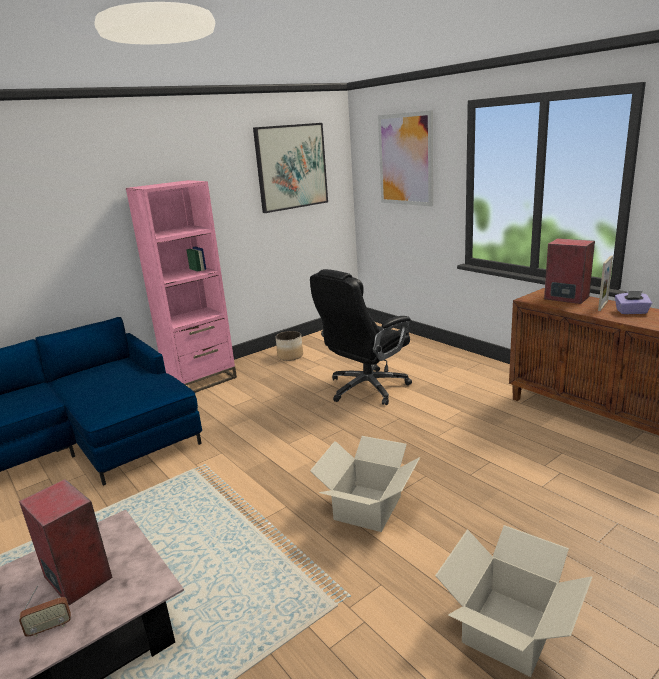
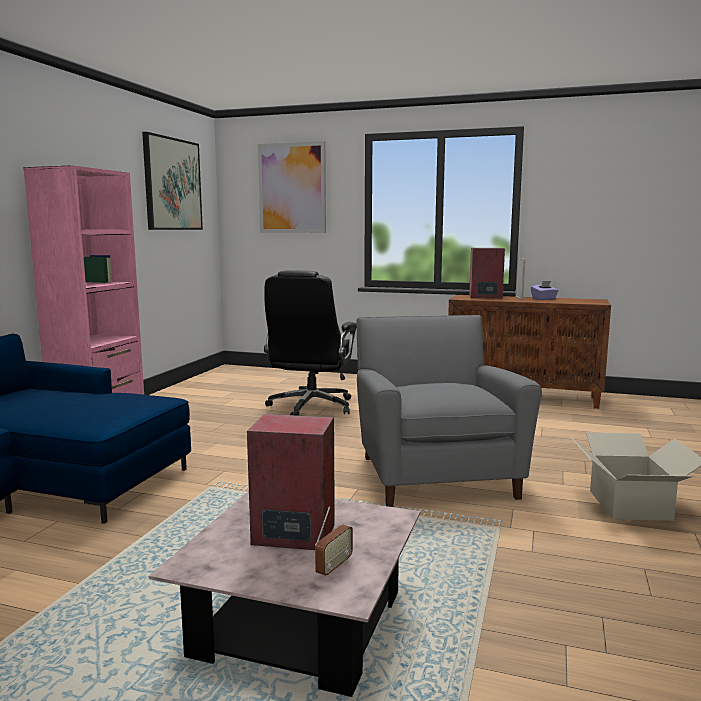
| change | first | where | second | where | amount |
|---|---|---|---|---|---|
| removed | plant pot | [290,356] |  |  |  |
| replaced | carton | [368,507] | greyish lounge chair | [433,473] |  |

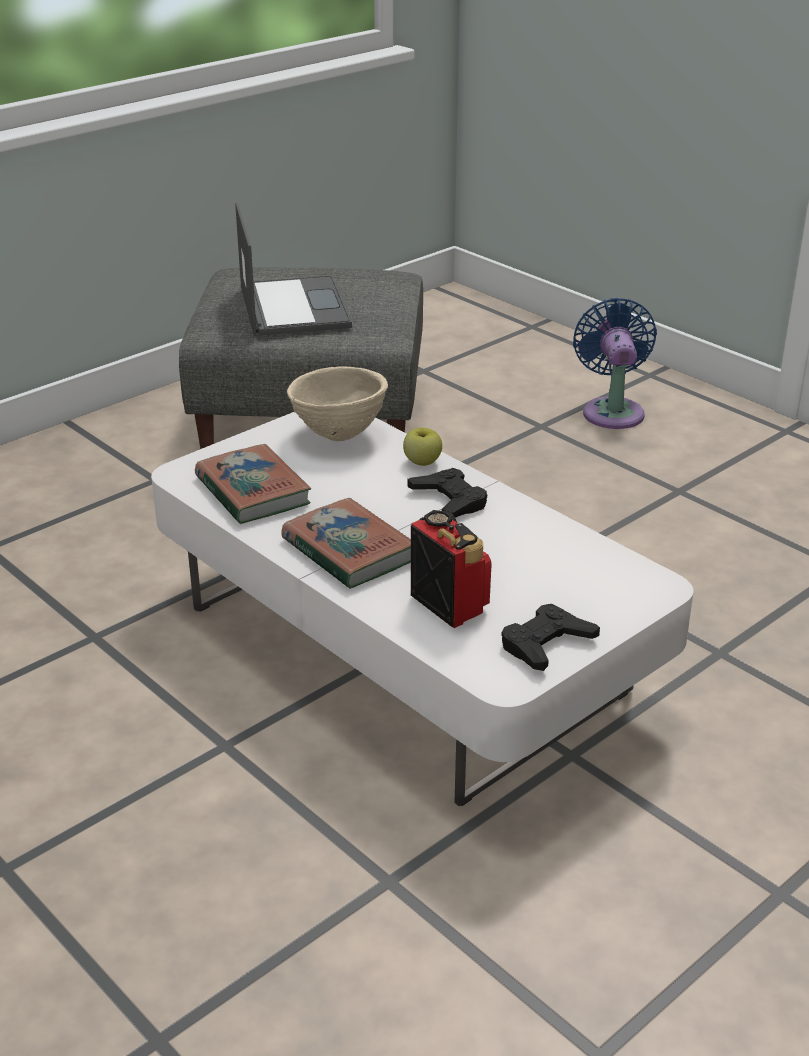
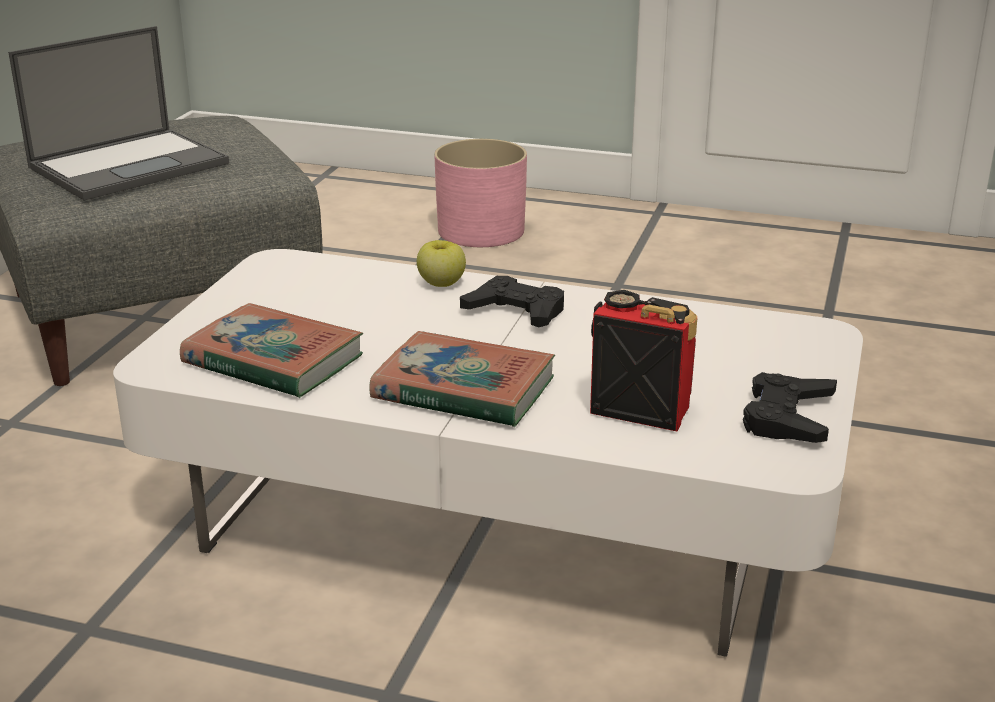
| change | first | where | second | where | amount |
|---|---|---|---|---|---|
| removed | sand-coloured serving bowl | [338,435] |  |  |  |
| replaced | blue cooling fan | [612,411] | pinkish plant pot | [481,231] |  |
| turned | notebook computer | [293,306] |  | [130,165] | 90 degrees clockwise |

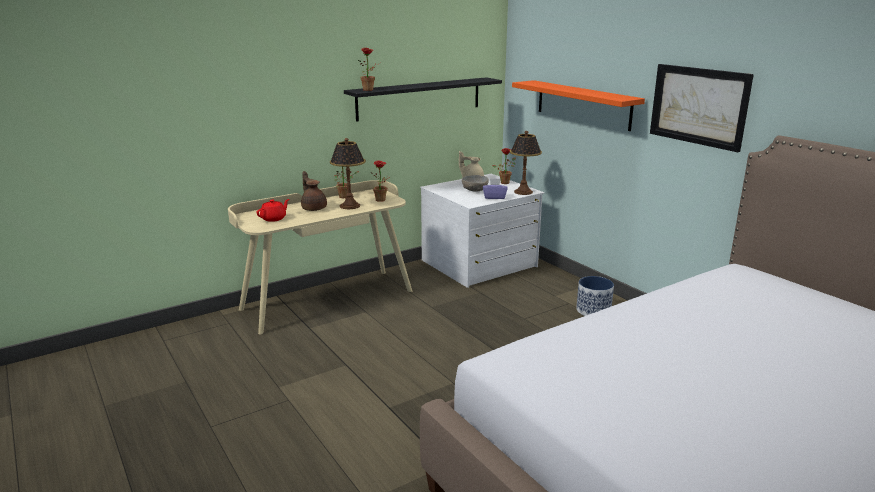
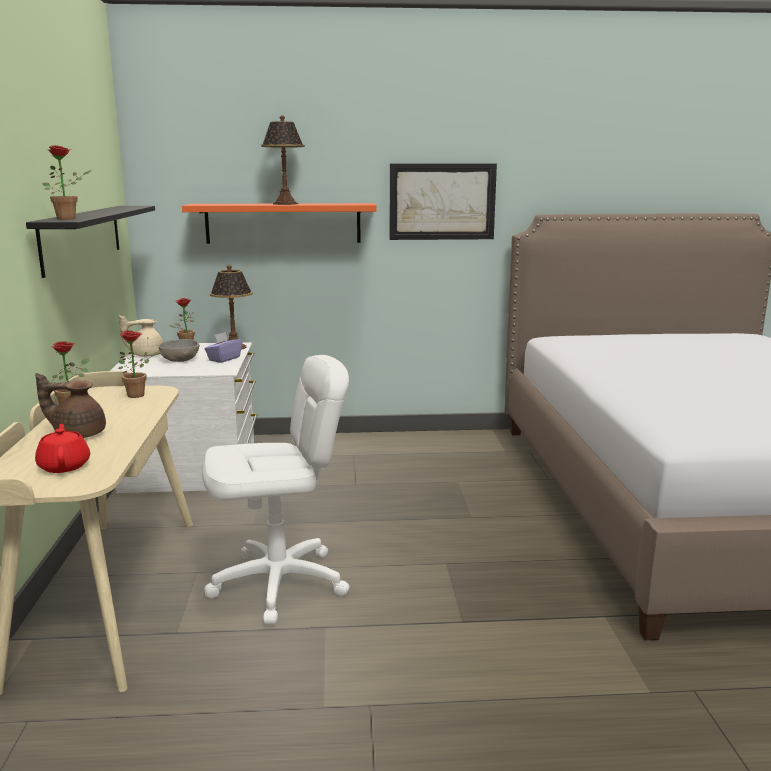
| change | first | where | second | where | amount |
|---|---|---|---|---|---|
| removed | plant pot | [593,311] |  |  |  |
| added |  |  | white-coloured office chair | [279,583] |  |
| moved | tabletop lamp | [349,206] |  | [285,204] |  |

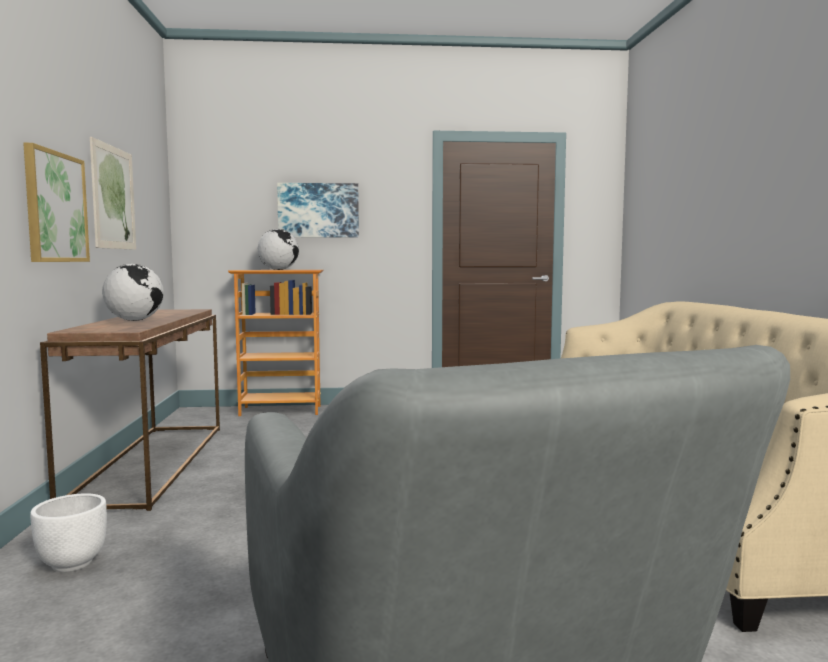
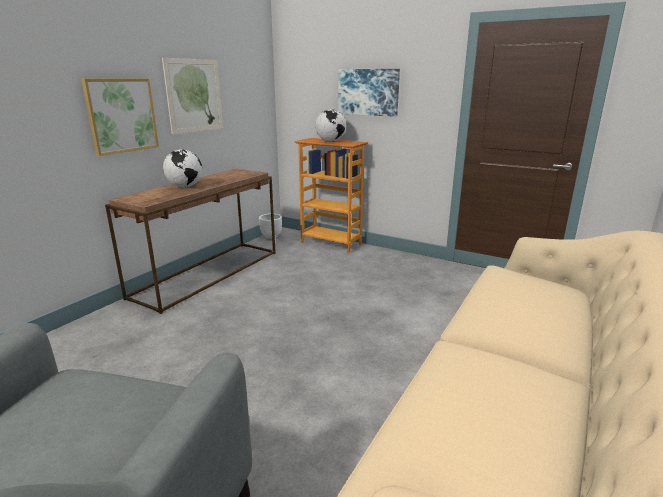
| change | first | where | second | where | amount |
|---|---|---|---|---|---|
| moved | white-coloured plant pot | [71,564] |  | [271,236] |  |

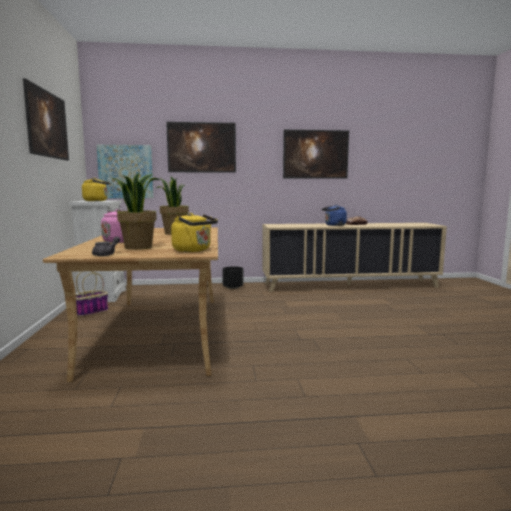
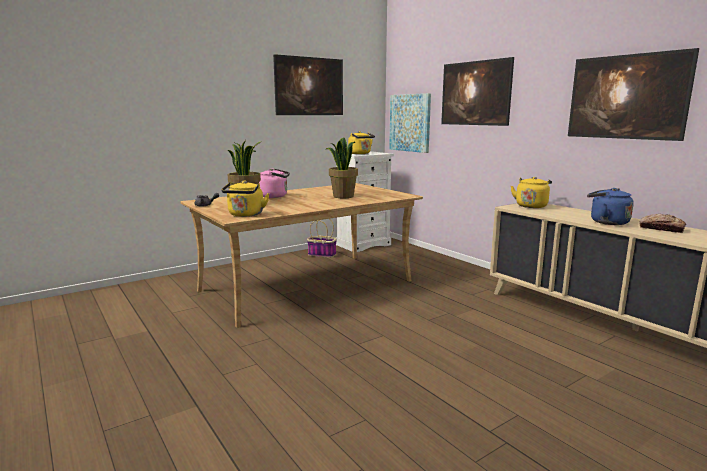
| change | first | where | second | where | amount |
|---|---|---|---|---|---|
| removed | black-coloured plant pot | [233,287] |  |  |  |
| added |  |  | yellowish kettle | [531,206] |  |

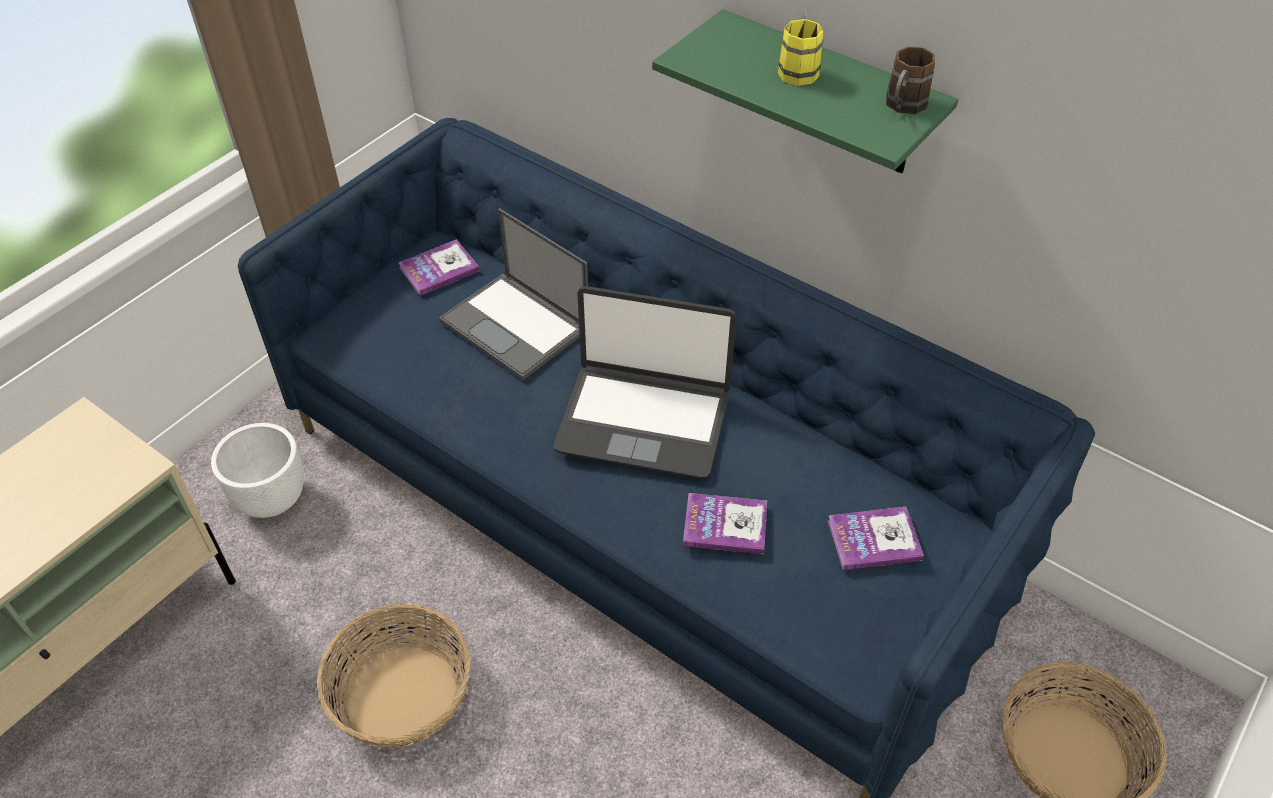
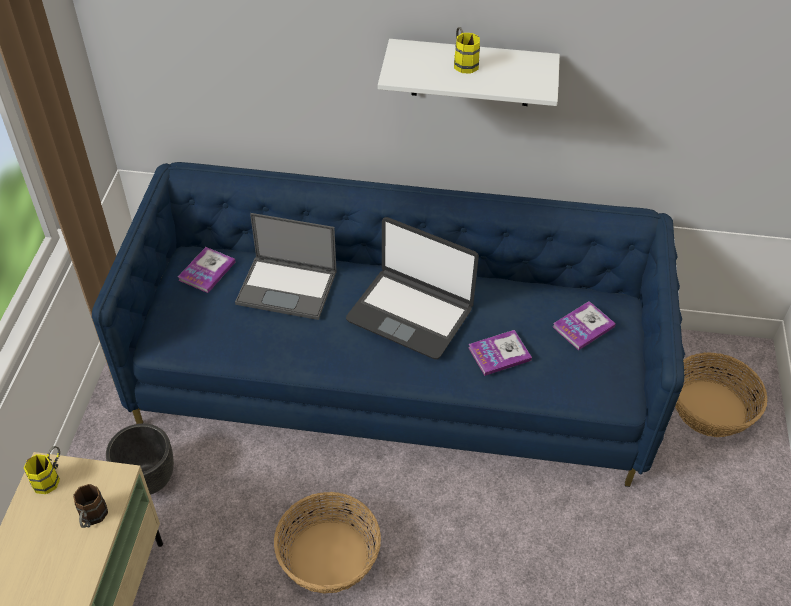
| change | first | where | second | where | amount |
|---|---|---|---|---|---|
| added |  |  | yellowish mug | [50,477] |  |
| moved | brown-coloured mug | [902,107] |  | [92,519] |  |
| recoloured | white-coloured plant pot | [272,499] | black-coloured plant pot | [148,479] |  |
| recoloured | green-coloured bracket shelf | [828,96] | white-coloured bracket shelf | [471,73] |  |
| turned | notebook computer | [643,420] |  | [410,313] | 45 degrees clockwise |

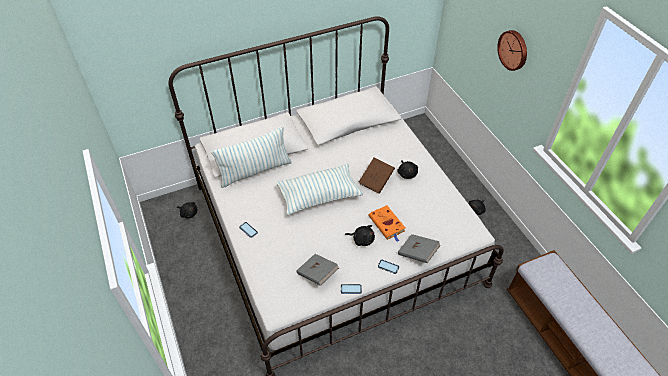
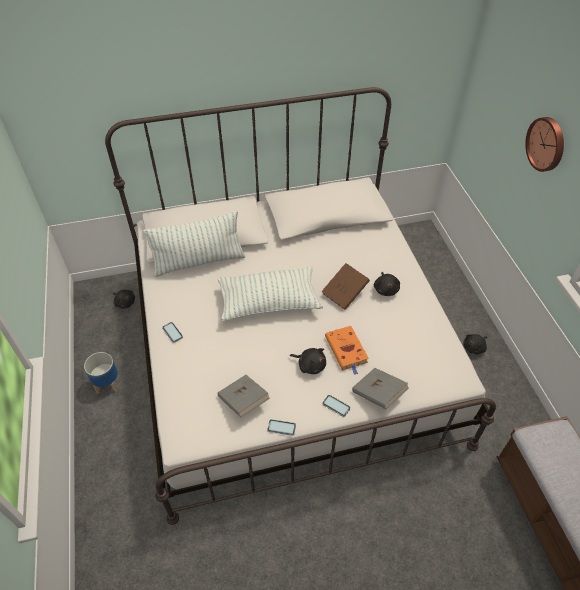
| change | first | where | second | where | amount |
|---|---|---|---|---|---|
| added |  |  | plant pot | [107,383] |  |

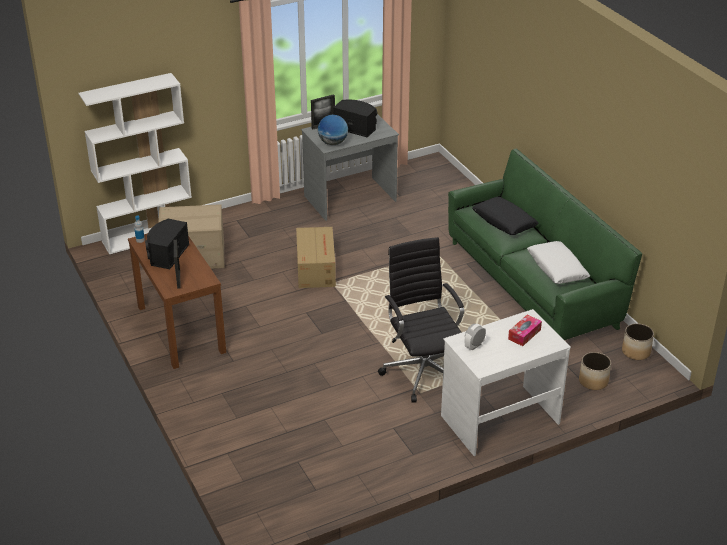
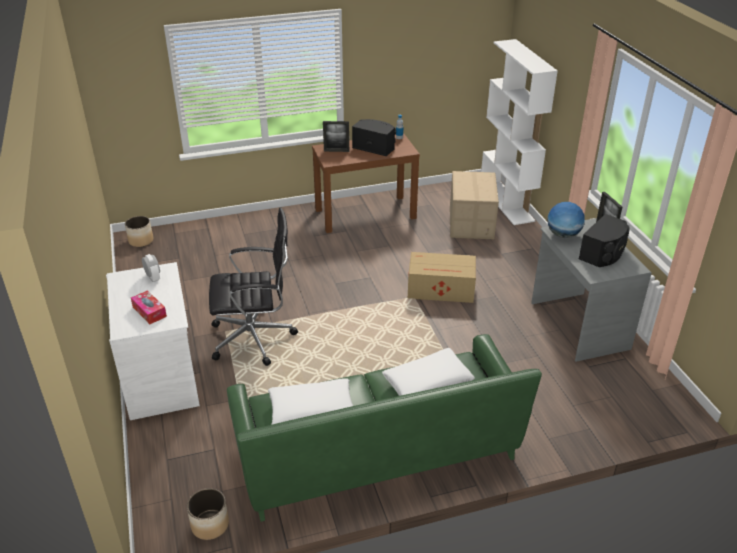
| change | first | where | second | where | amount |
|---|---|---|---|---|---|
| moved | plant pot | [593,381] |  | [141,241] |  |
| recoloured | black-coloured cushion | [504,222] | white-coloured cushion | [427,382] |  |

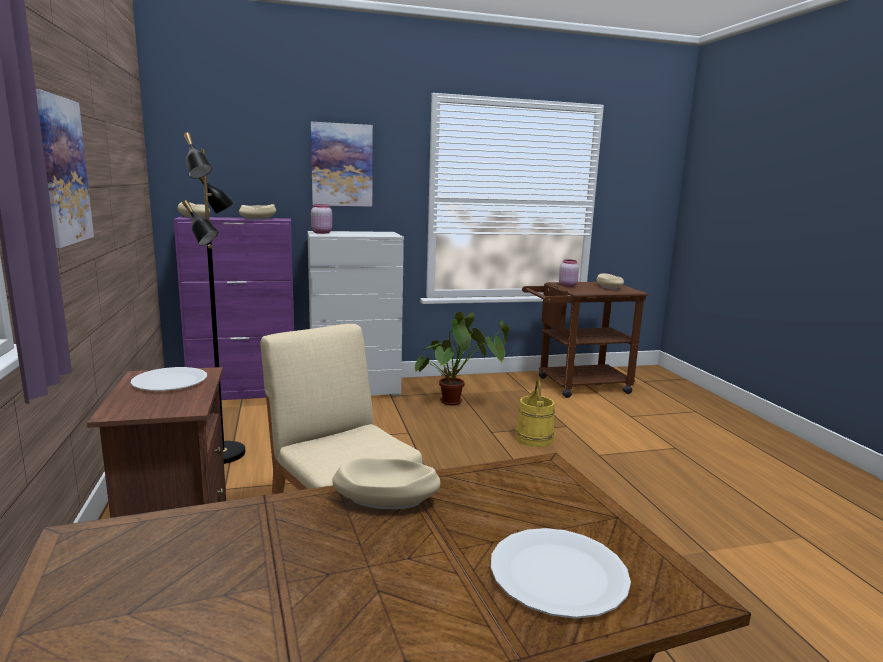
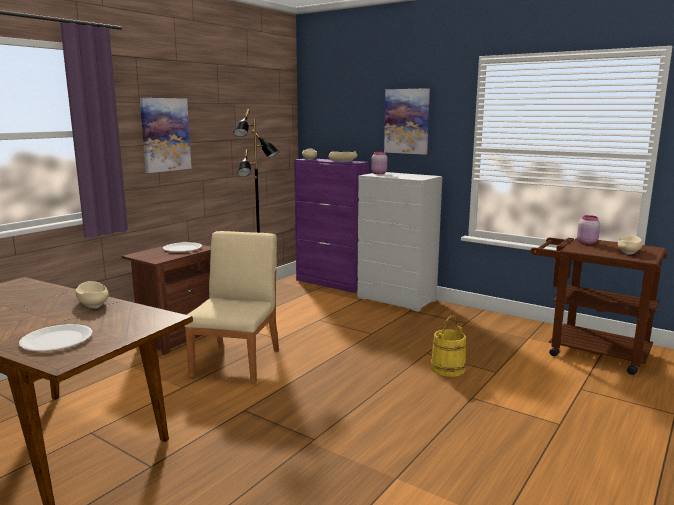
| change | first | where | second | where | amount |
|---|---|---|---|---|---|
| removed | houseplant | [458,399] |  |  |  |

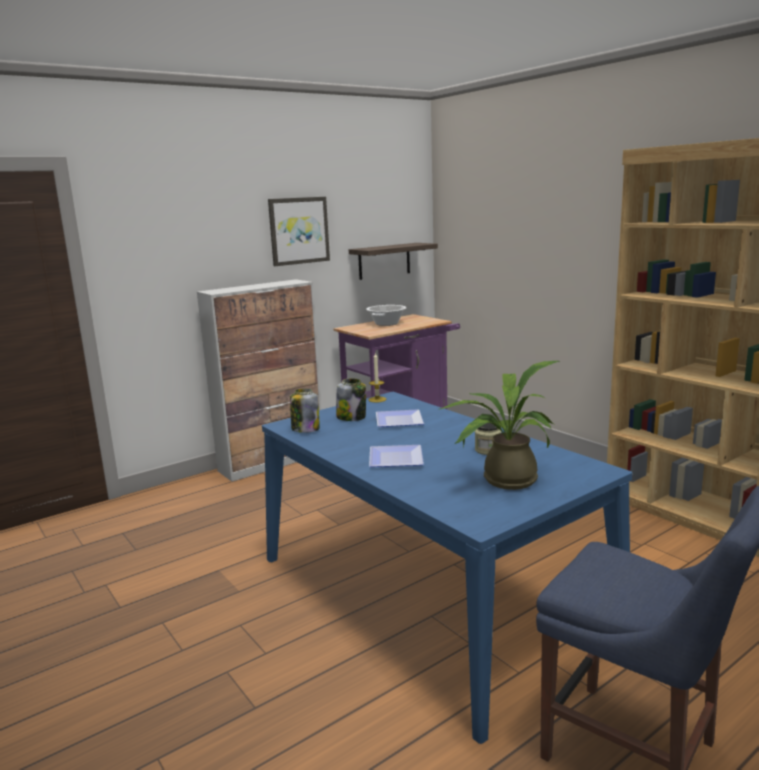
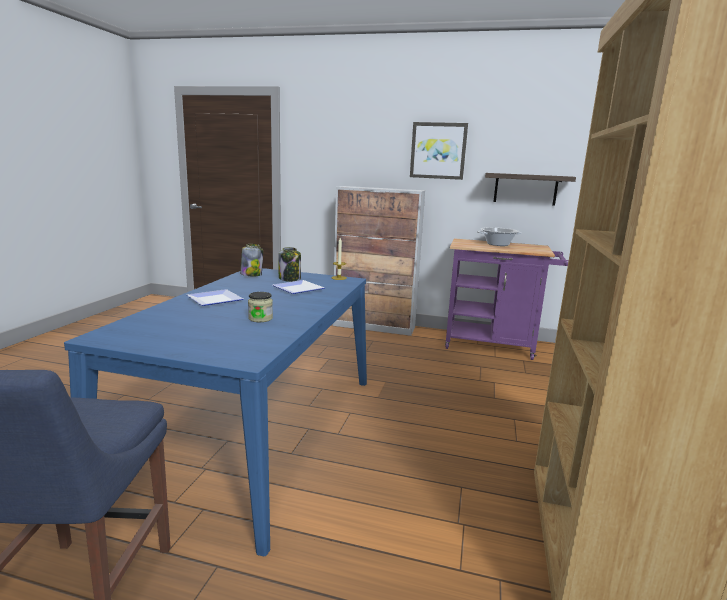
| change | first | where | second | where | amount |
|---|---|---|---|---|---|
| removed | houseplant | [502,480] |  |  |  |

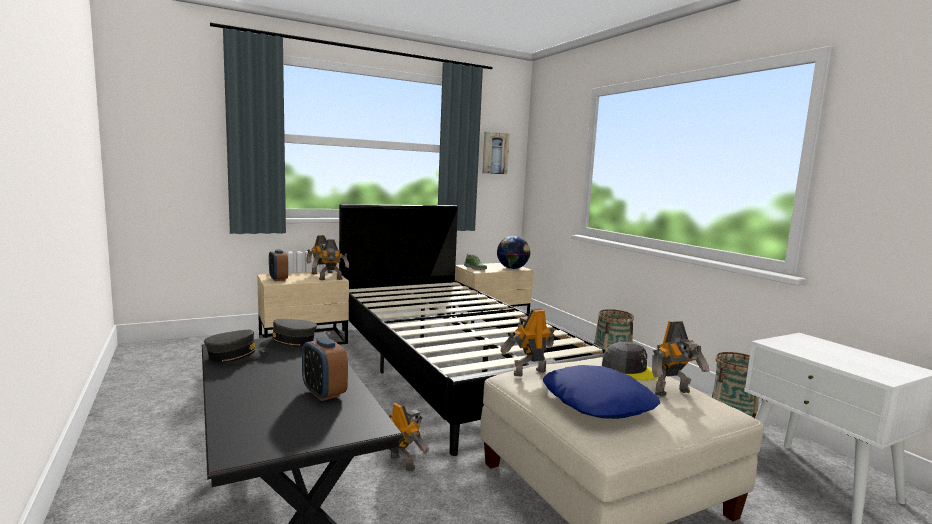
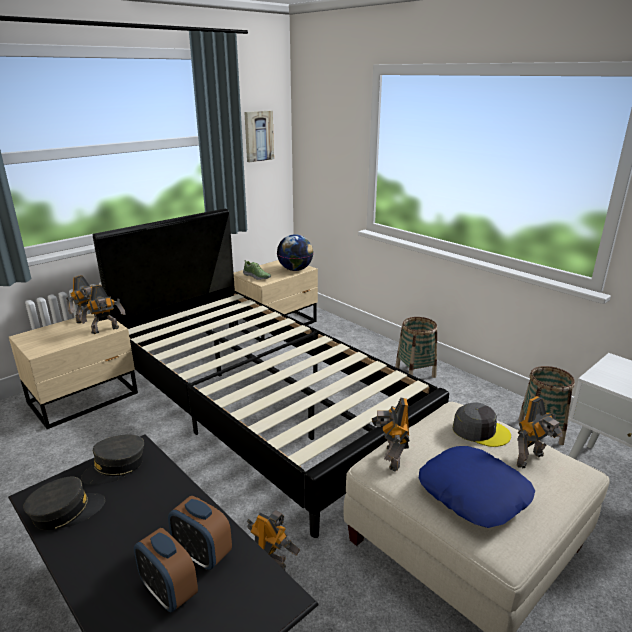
| change | first | where | second | where | amount |
|---|---|---|---|---|---|
| moved | alarm clock | [278,279] |  | [169,592] |  |
| turned | model robot | [528,372] |  | [390,458] | 45 degrees counterclockwise |

